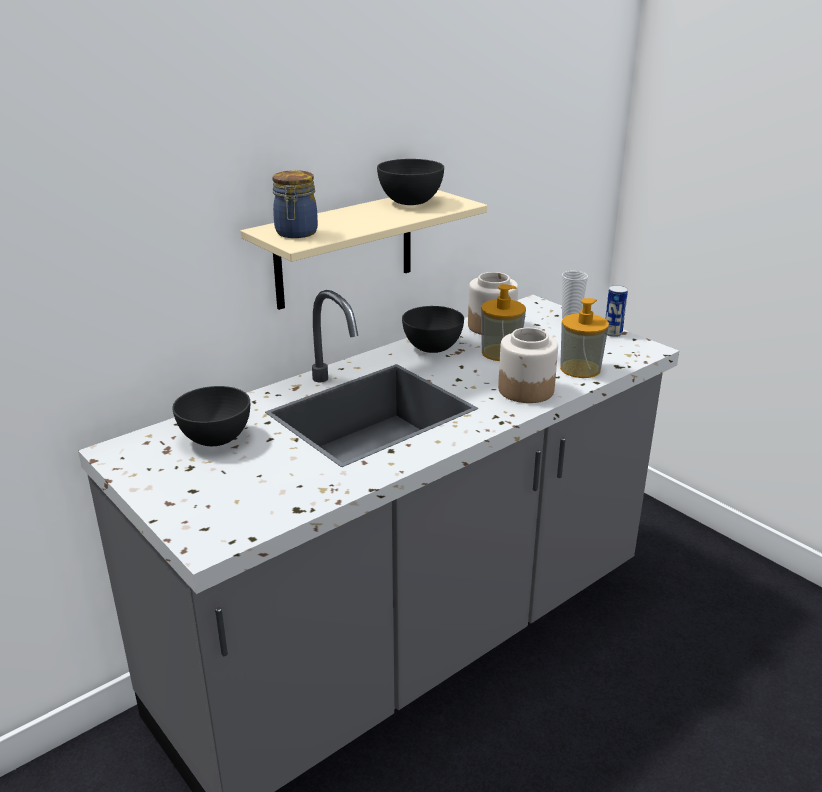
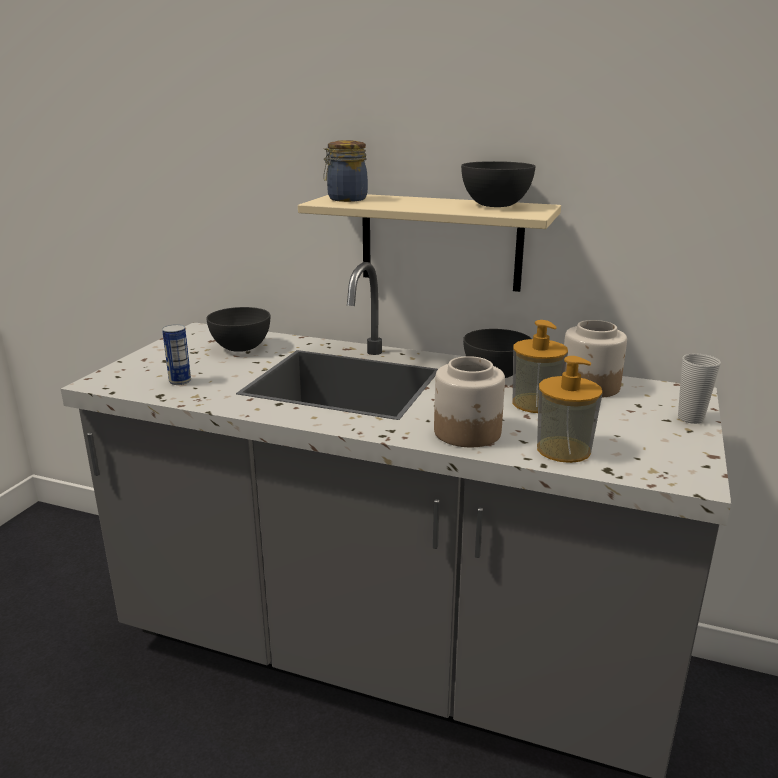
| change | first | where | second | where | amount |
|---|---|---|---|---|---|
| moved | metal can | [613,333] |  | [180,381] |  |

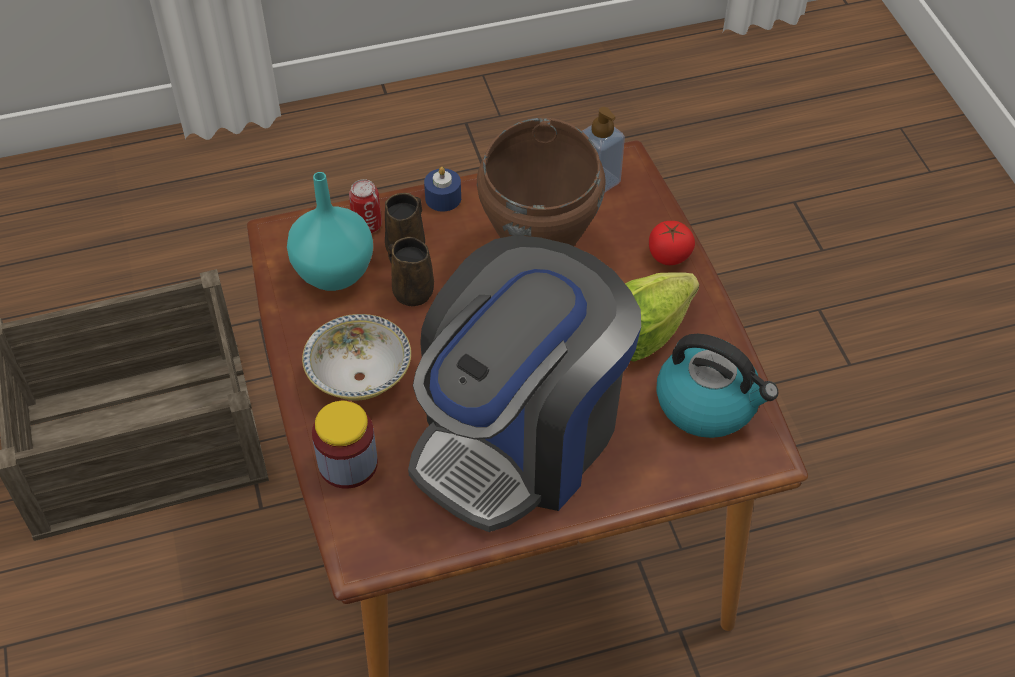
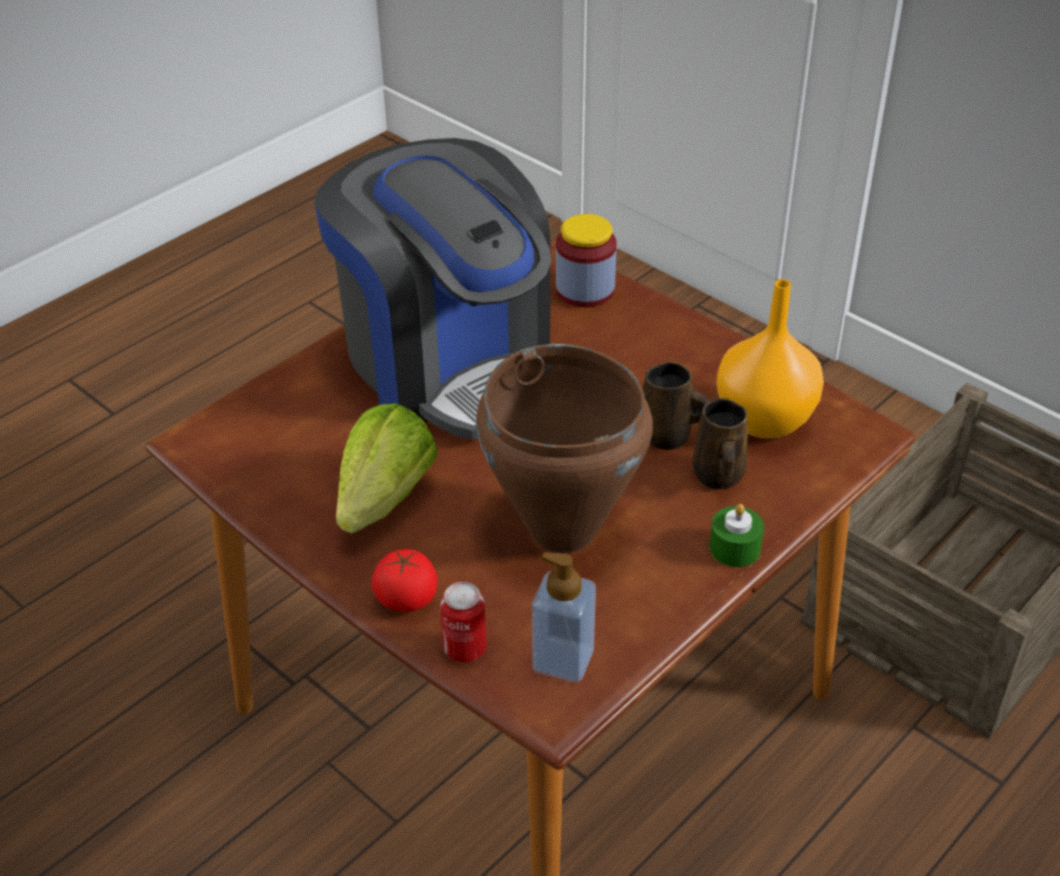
| change | first | where | second | where | amount |
|---|---|---|---|---|---|
| removed | serving bowl | [359,376] |  |  |  |
| removed | kettle | [708,403] |  |  |  |
| moved | metal can | [367,225] |  | [465,648] |  |
| recoloured | turquoise-coloured decorative vase | [336,273] | orange-coloured decorative vase | [762,420] |  |
| recoloured | blue candle | [443,198] | green-coloured candle | [734,548] |  |
| turned | coffee brewer | [520,435] |  | [450,364] | 135 degrees clockwise |

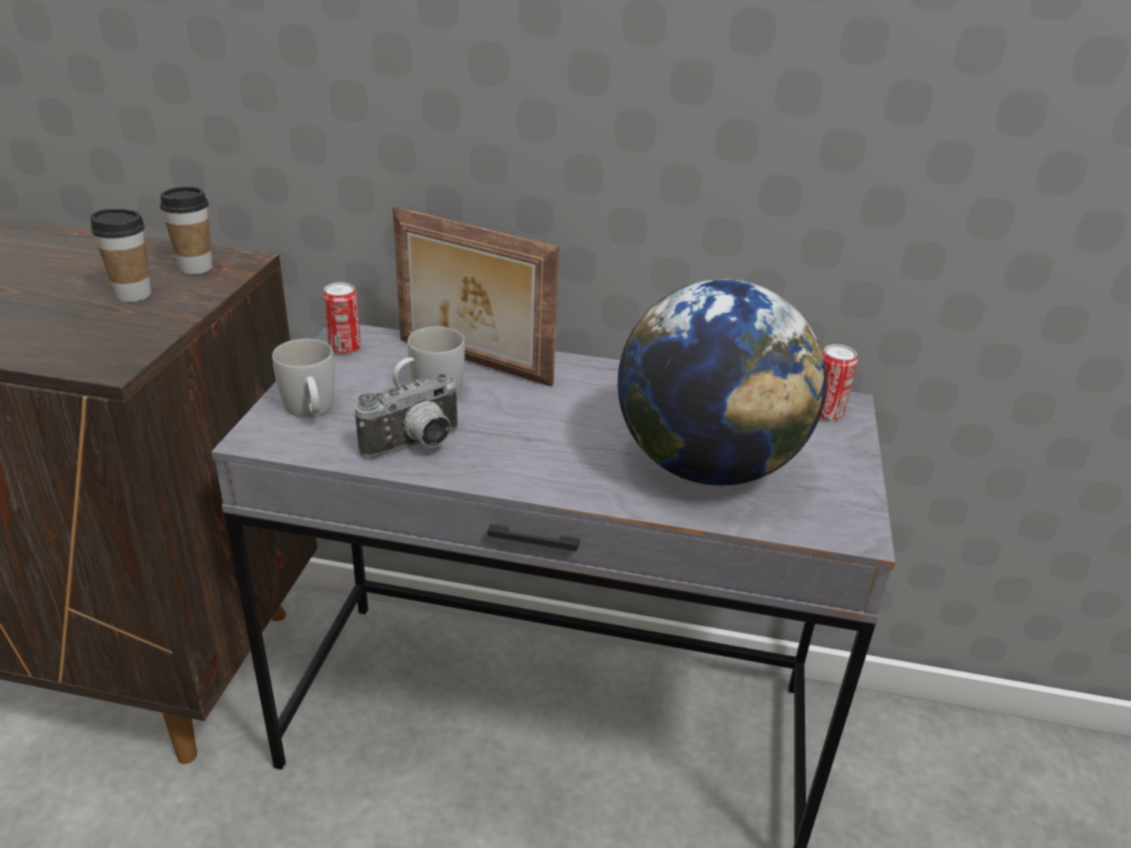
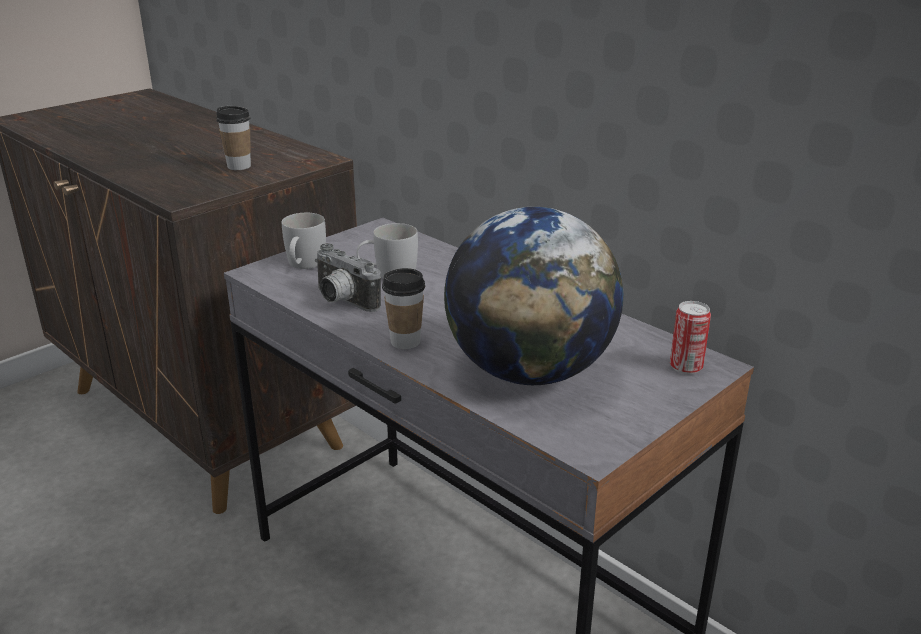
| change | first | where | second | where | amount |
|---|---|---|---|---|---|
| removed | metal can | [345,348] |  |  |  |
| removed | standing frame | [472,363] |  |  |  |
| moved | cup | [196,268] |  | [405,342] |  |
| turned | photo camera | [416,446] |  | [341,302] | 45 degrees clockwise |

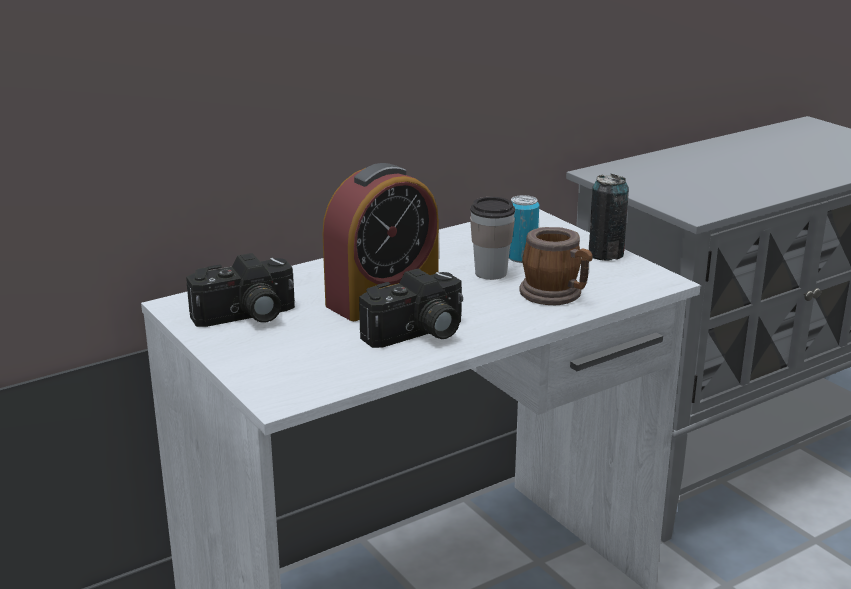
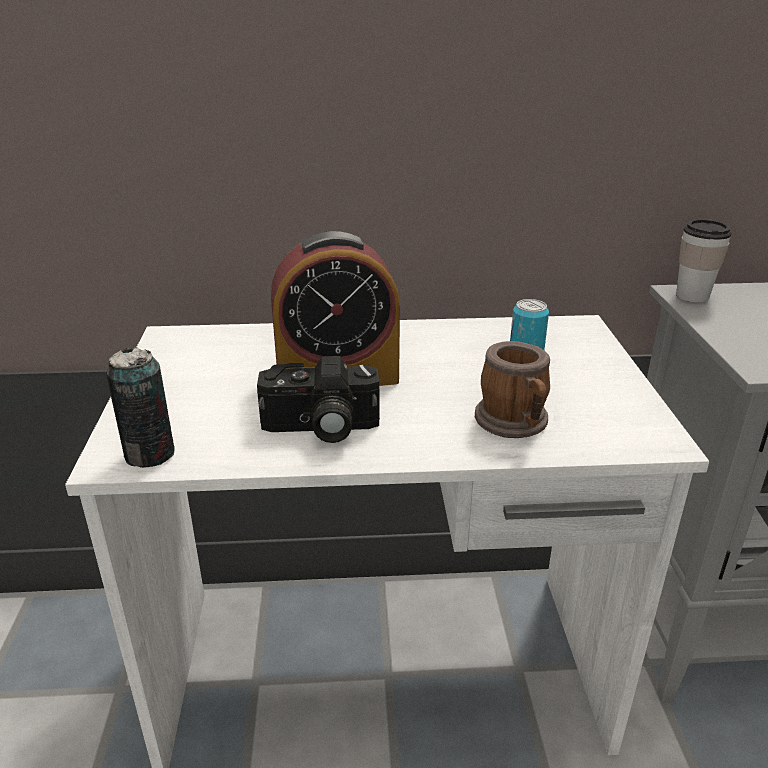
| change | first | where | second | where | amount |
|---|---|---|---|---|---|
| removed | photo camera | [246,317] |  |  |  |
| moved | cup | [491,273] |  | [692,296] |  |
| moved | metal can | [606,254] |  | [150,454] |  |

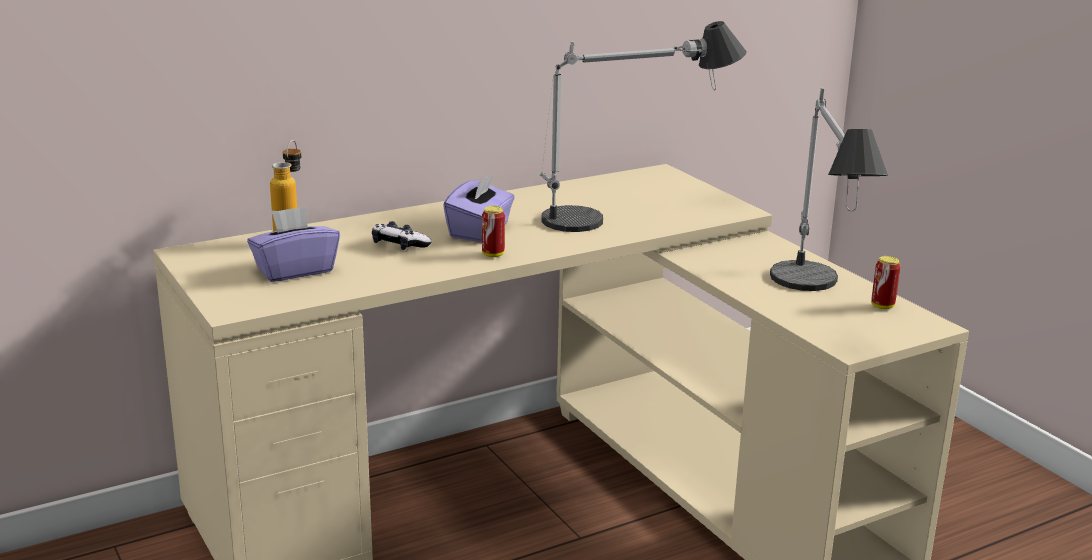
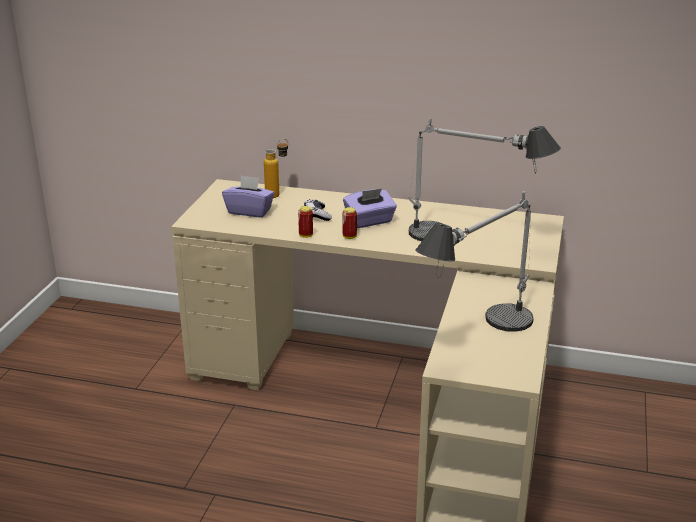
| change | first | where | second | where | amount |
|---|---|---|---|---|---|
| moved | metal can | [882,306] |  | [306,235] |  |

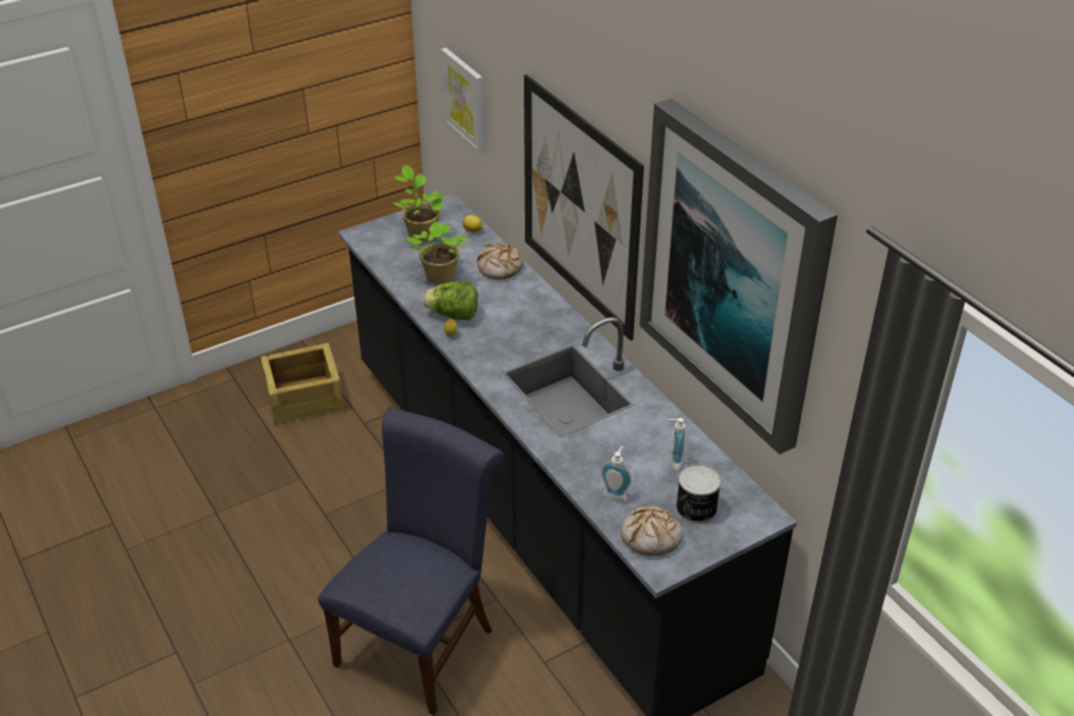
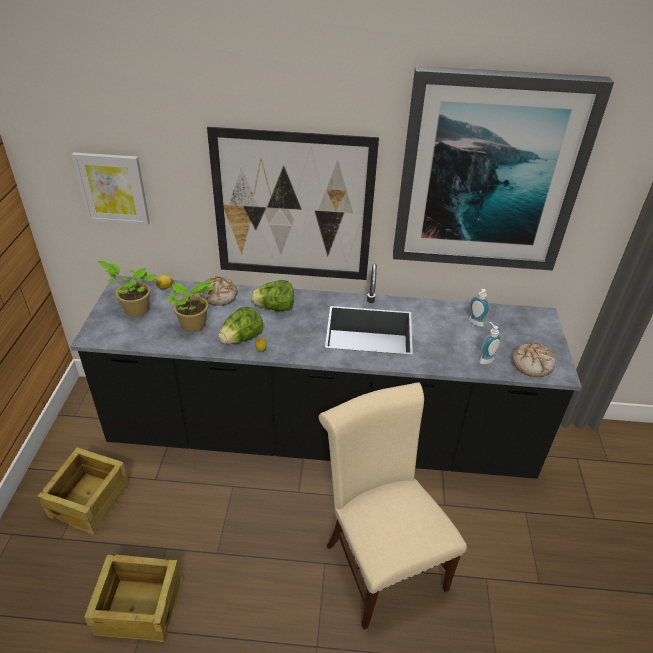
| change | first | where | second | where | amount |
|---|---|---|---|---|---|
| removed | metal can | [696,509] |  |  |  |
| added |  |  | packing crate | [139,606] |  |
| added |  |  | lettuce head | [274,308] |  |
| recoloured | blue chair | [420,640] | sand-coloured chair | [380,561] |  |

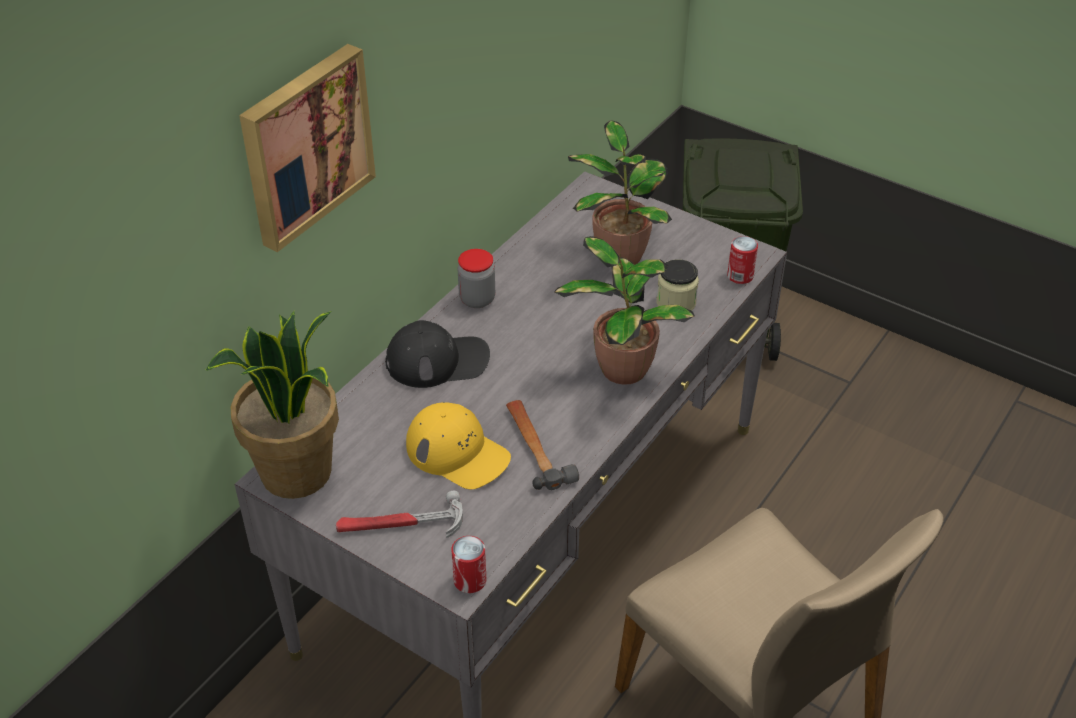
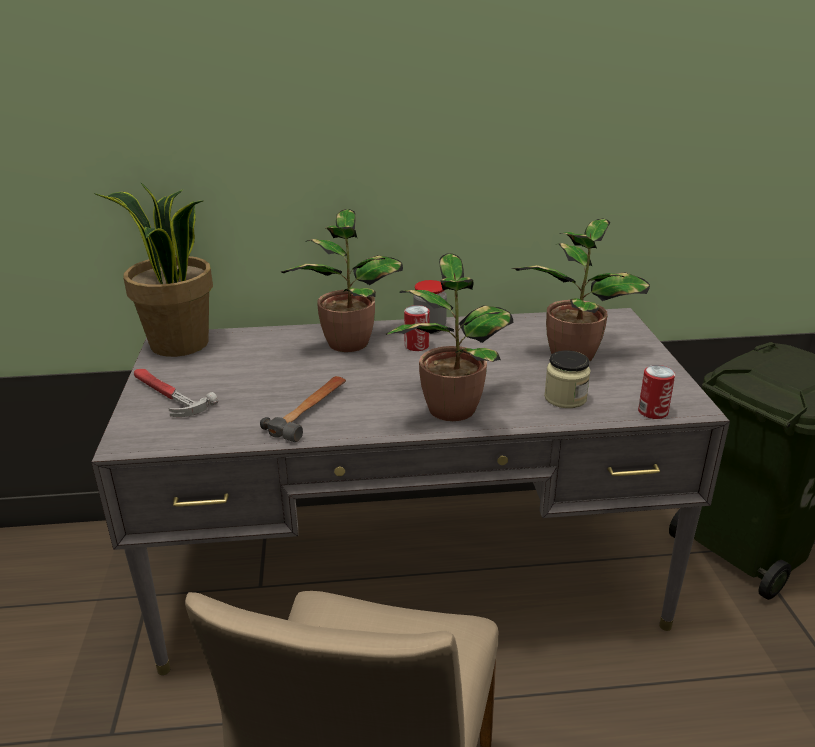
| change | first | where | second | where | amount |
|---|---|---|---|---|---|
| removed | picture | [305,145] |  |  |  |
| removed | yellowish cap | [458,453] |  |  |  |
| moved | metal can | [470,580] |  | [417,346] |  |
| replaced | black-coloured cap | [438,360] | houseplant | [348,341] |  |

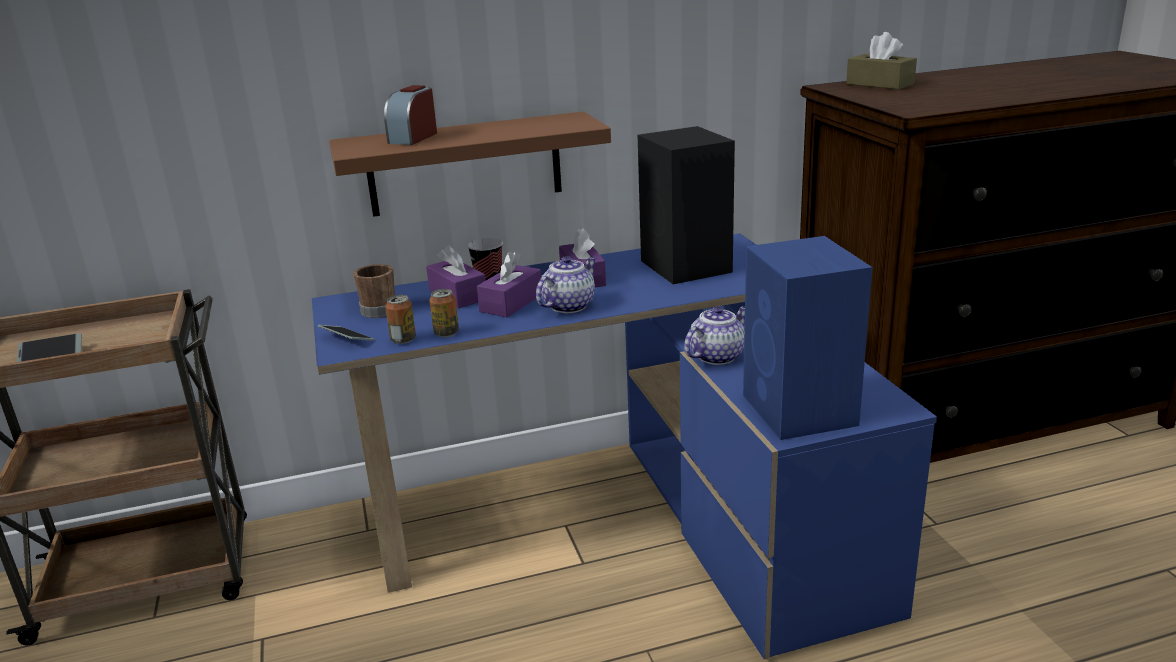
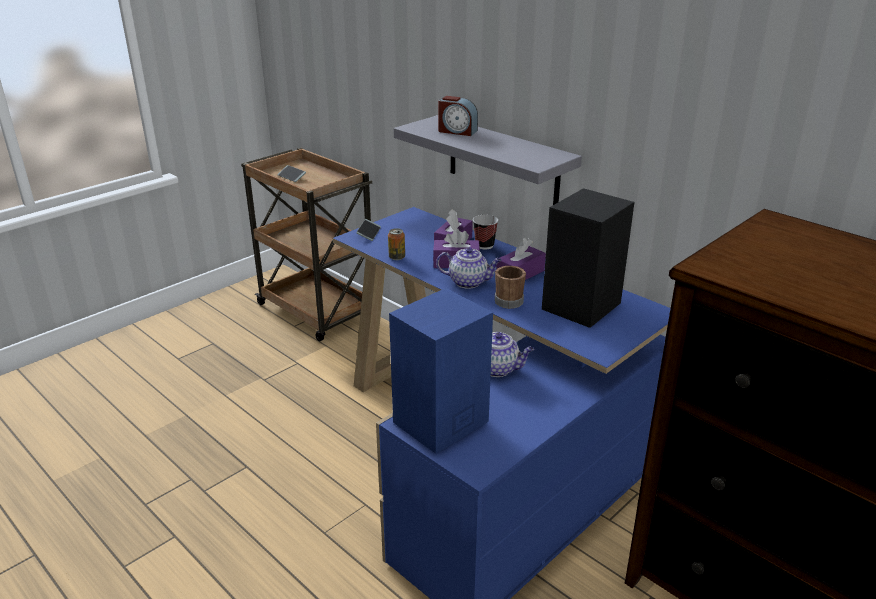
| change | first | where | second | where | amount |
|---|---|---|---|---|---|
| removed | metal can | [403,339] |  |  |  |
| removed | brown-coloured tissue holder | [880,84] |  |  |  |
| moved | brown-coloured mug | [377,309] |  | [510,300] |  |
| recoloured | brown-coloured bracket shelf | [465,164] | greyish bracket shelf | [503,162] |  |
| turned | alarm clock | [413,138] |  | [457,131] | 150 degrees counterclockwise |

